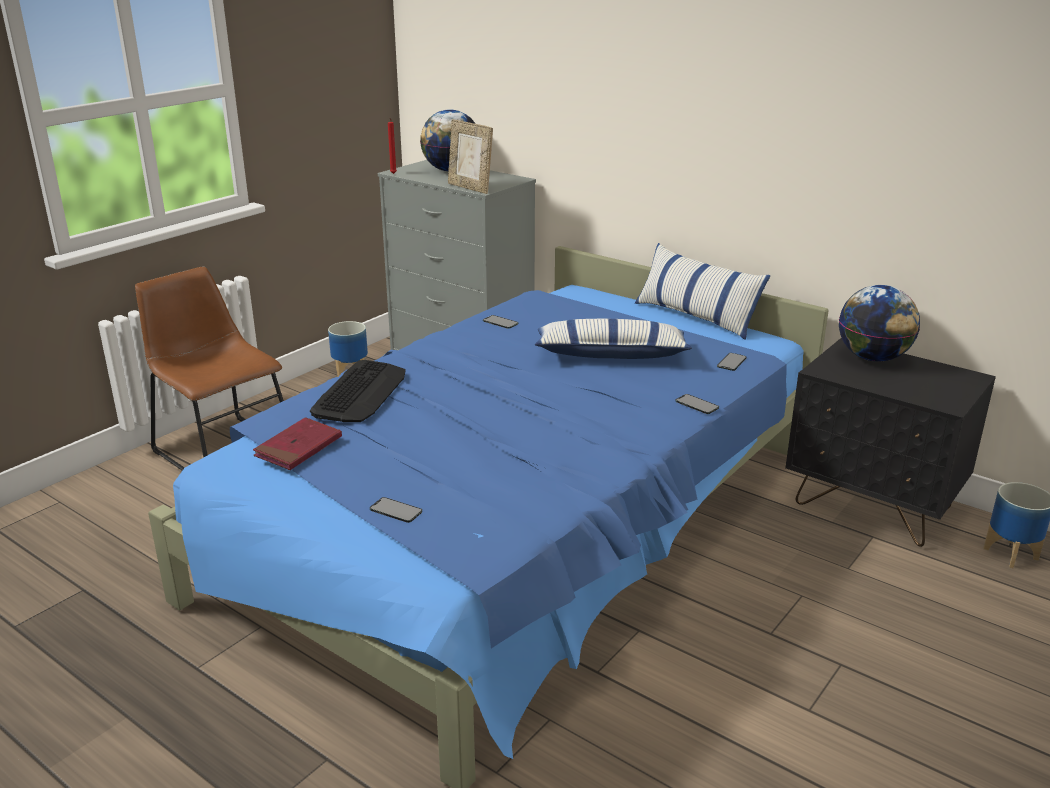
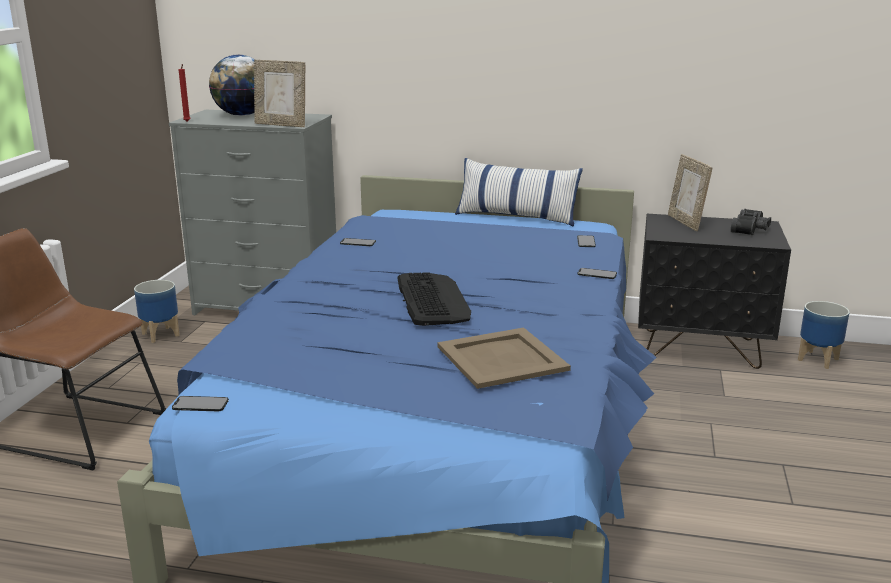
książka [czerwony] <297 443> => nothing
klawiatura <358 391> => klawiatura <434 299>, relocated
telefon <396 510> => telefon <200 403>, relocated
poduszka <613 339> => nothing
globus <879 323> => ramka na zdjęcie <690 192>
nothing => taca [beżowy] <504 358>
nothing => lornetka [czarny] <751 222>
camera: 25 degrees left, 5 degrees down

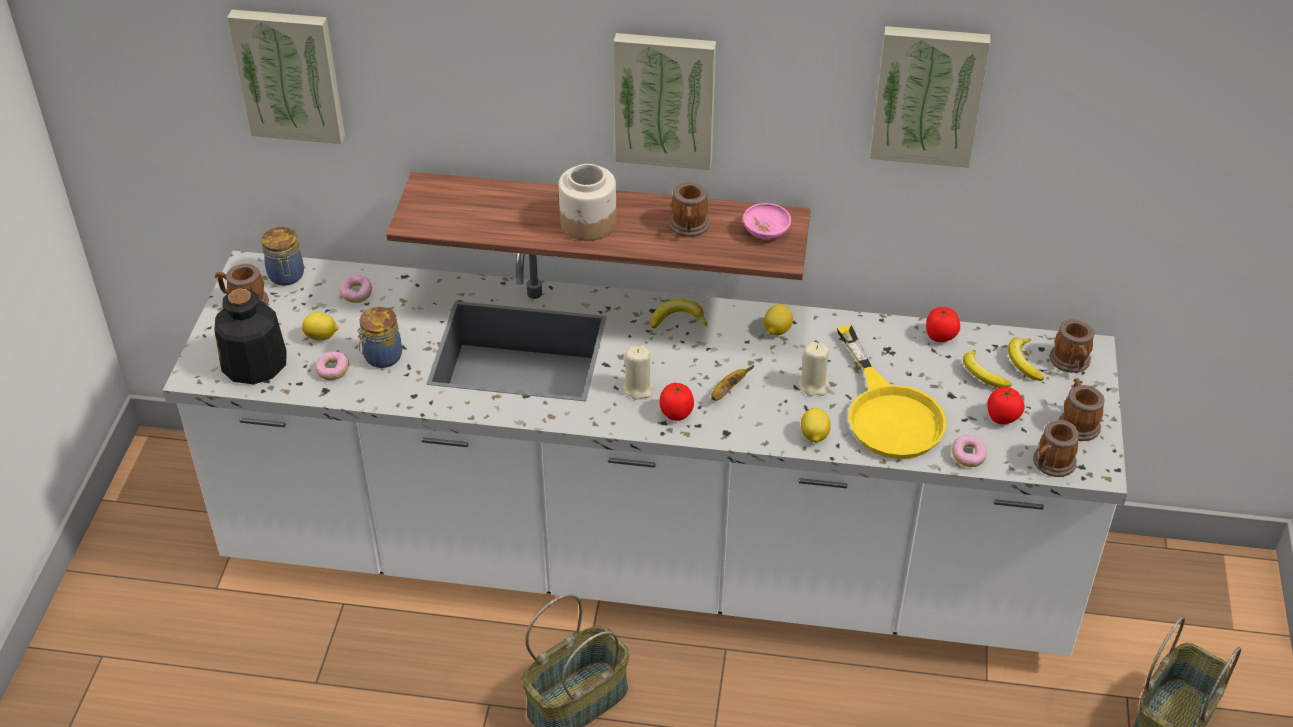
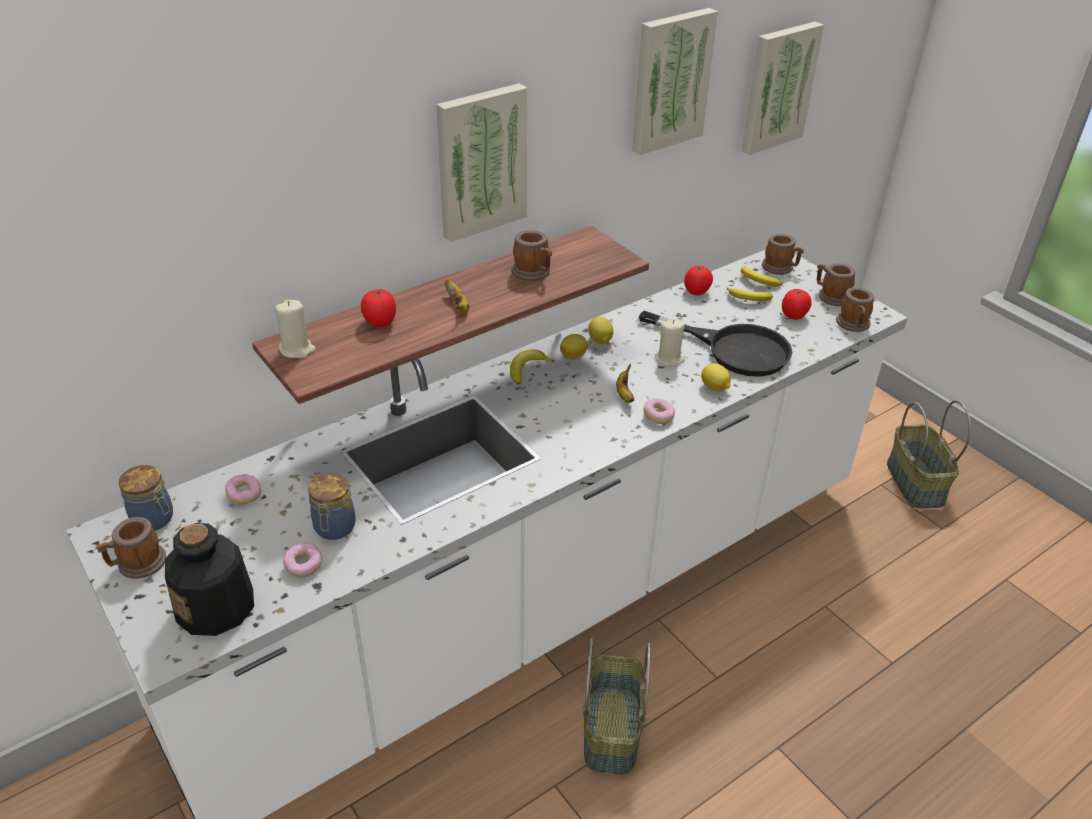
obraz <286 77> => obraz <782 88>, relocated
cytryna <320 326> => cytryna <574 347>, relocated
słoik <587 202> => banan <457 296>
świeca [beżowy] <638 372> => świeca [beżowy] <295 329>, relocated
pomidor <677 402> => pomidor <378 307>, relocated
miska [różowy] <767 221> => nothing
patelnia [żółty] <891 392> => patelnia [czarny] <715 344>
donut <969 451> => donut <659 411>, relocated
camera: 45 degrees left, 5 degrees down

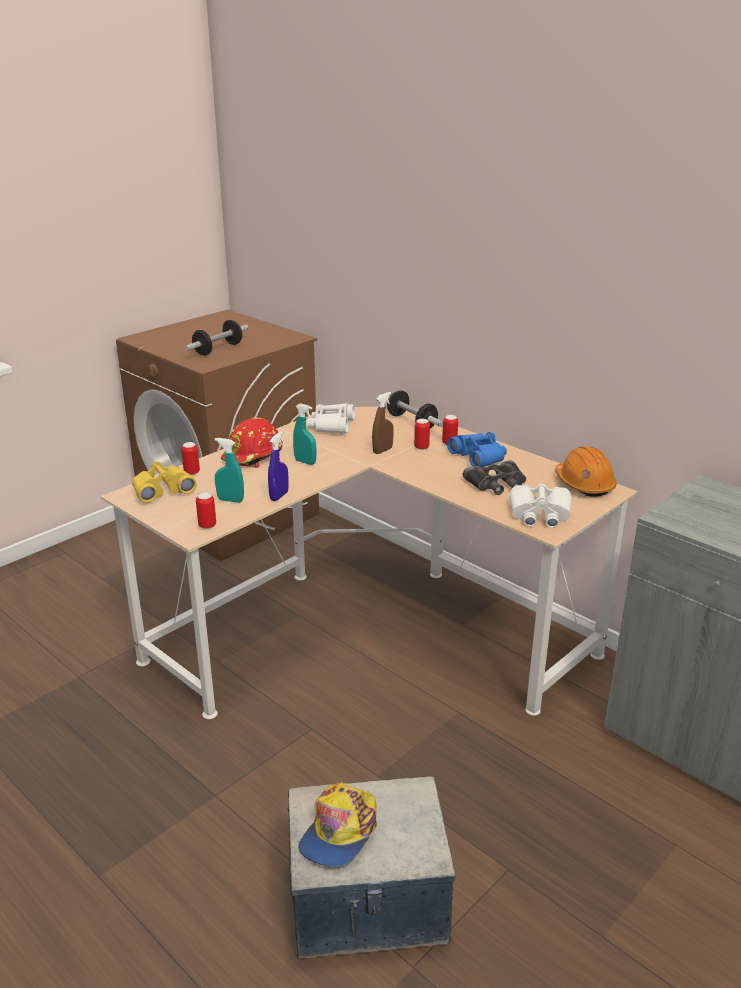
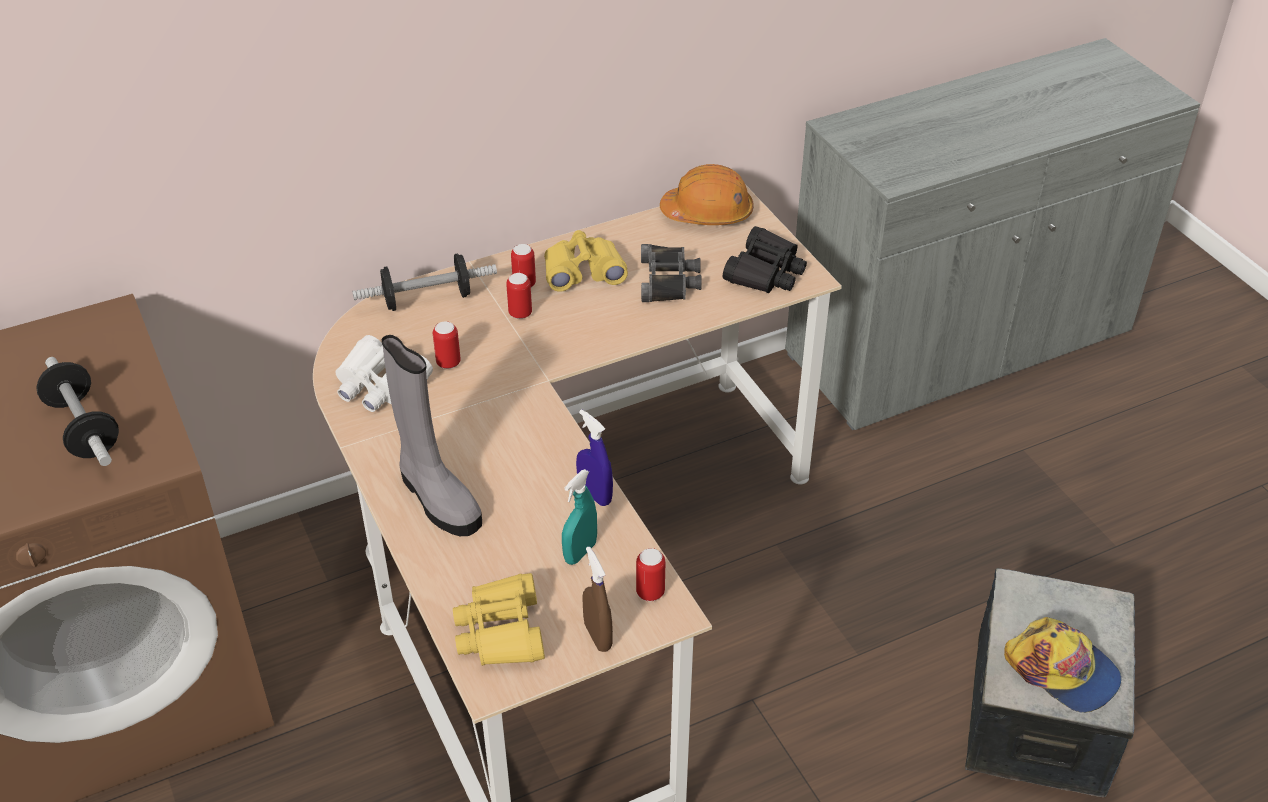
puszka <190 458> => puszka <447 345>, relocated
kask [czerwony] <252 442> => but z cholewką [szary] <432 435>
spryskiwacz [turkusowy] <305 434> => nothing
spryskiwacz [brązowy] <383 423> => spryskiwacz [brązowy] <597 599>, relocated
lornetka [niebieski] <477 449> => lornetka [żółty] <586 261>
lornetka [biały] <540 506> => lornetka [czarny] <765 259>
camera: 70 degrees left, 15 degrees up

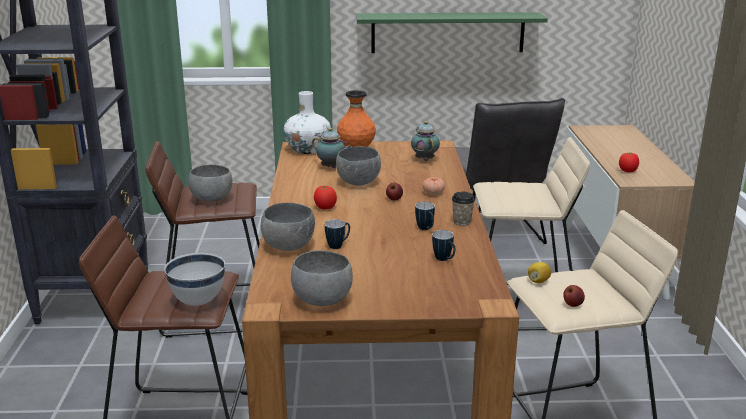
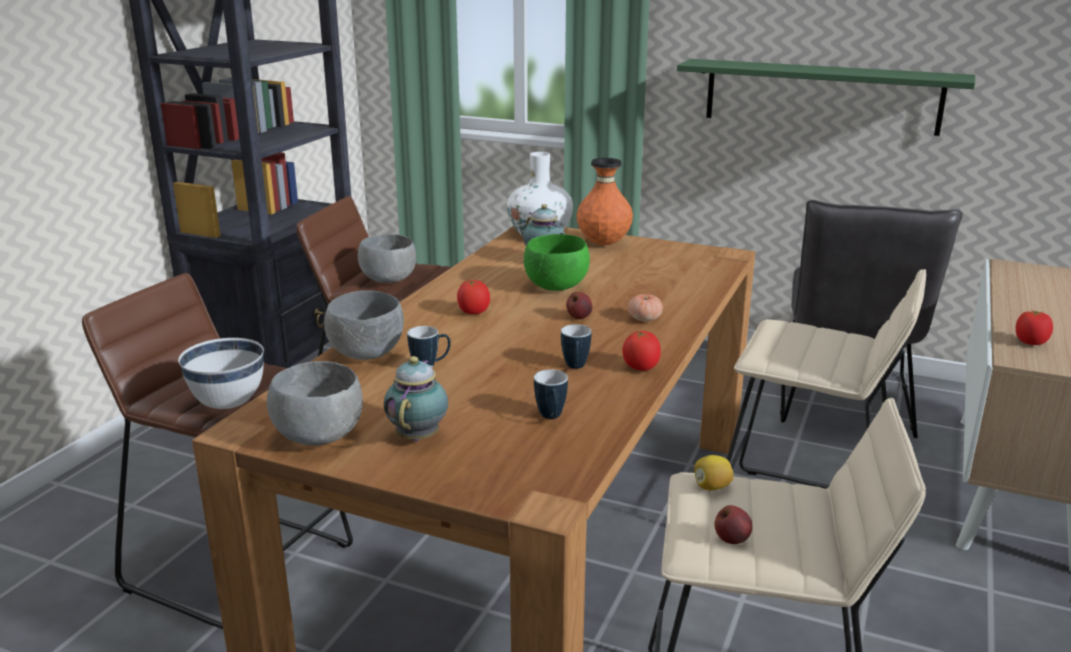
miska [szary] <358 166> => miska [zielony] <557 262>
imbryk <425 141> => imbryk <416 399>, relocated
filiżanka <463 209> => pomidor <641 350>
camera: 25 degrees right, 0 degrees up

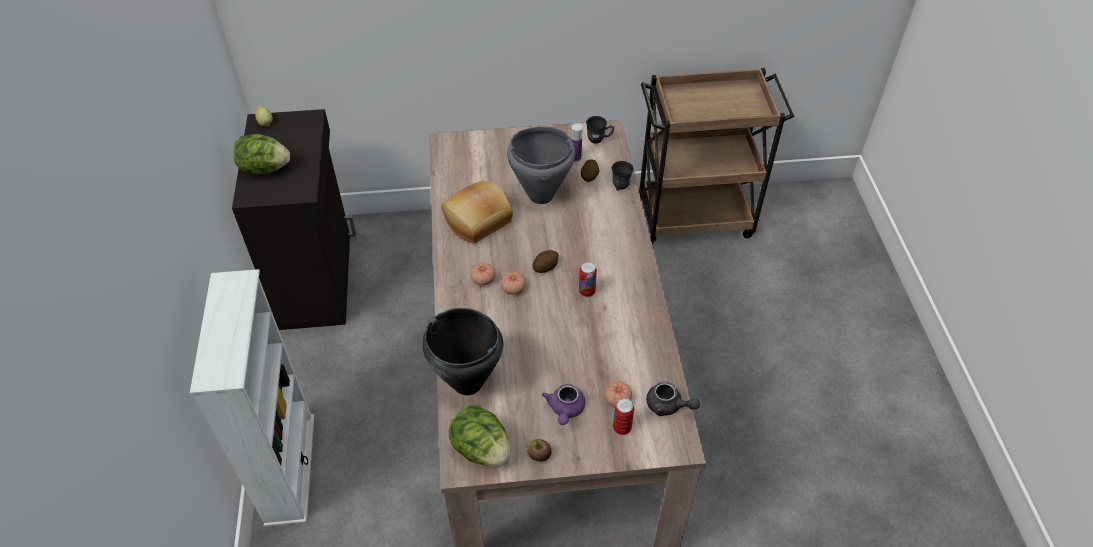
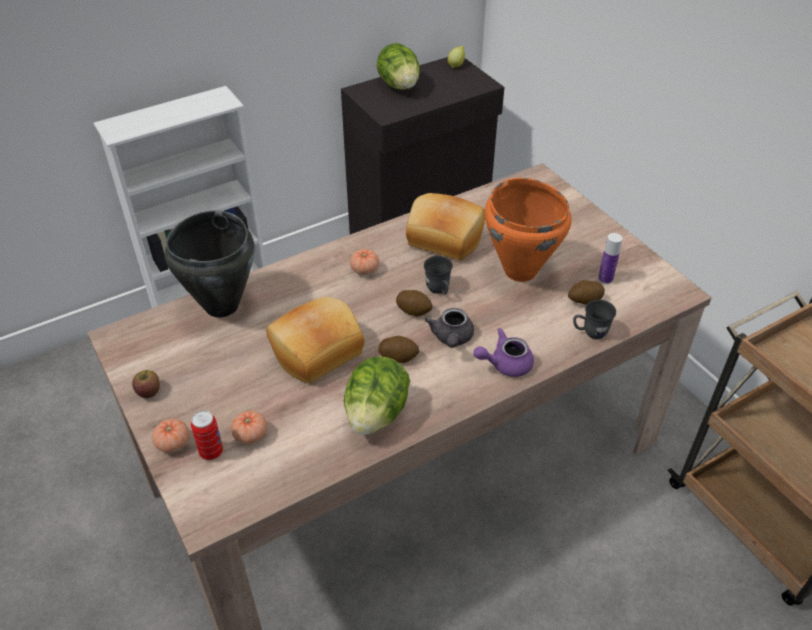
sałata <480 436> => sałata <377 395>, relocated
pomidor <513 283> => pomidor <171 436>, relocated
garnek [szary] <541 165> => garnek [pomarańczowy] <528 230>
imbryk [fioletowy] <563 404> => imbryk [fioletowy] <503 352>, relocated
puszka <588 279> => ziemniak <398 349>
kubek [szary] <600 130> => kubek [szary] <438 275>, relocated
imbryk [szary] <673 399> => imbryk [szary] <449 328>, relocated
nothing => chleb <315 340>
camera: 65 degrees right, 5 degrees down

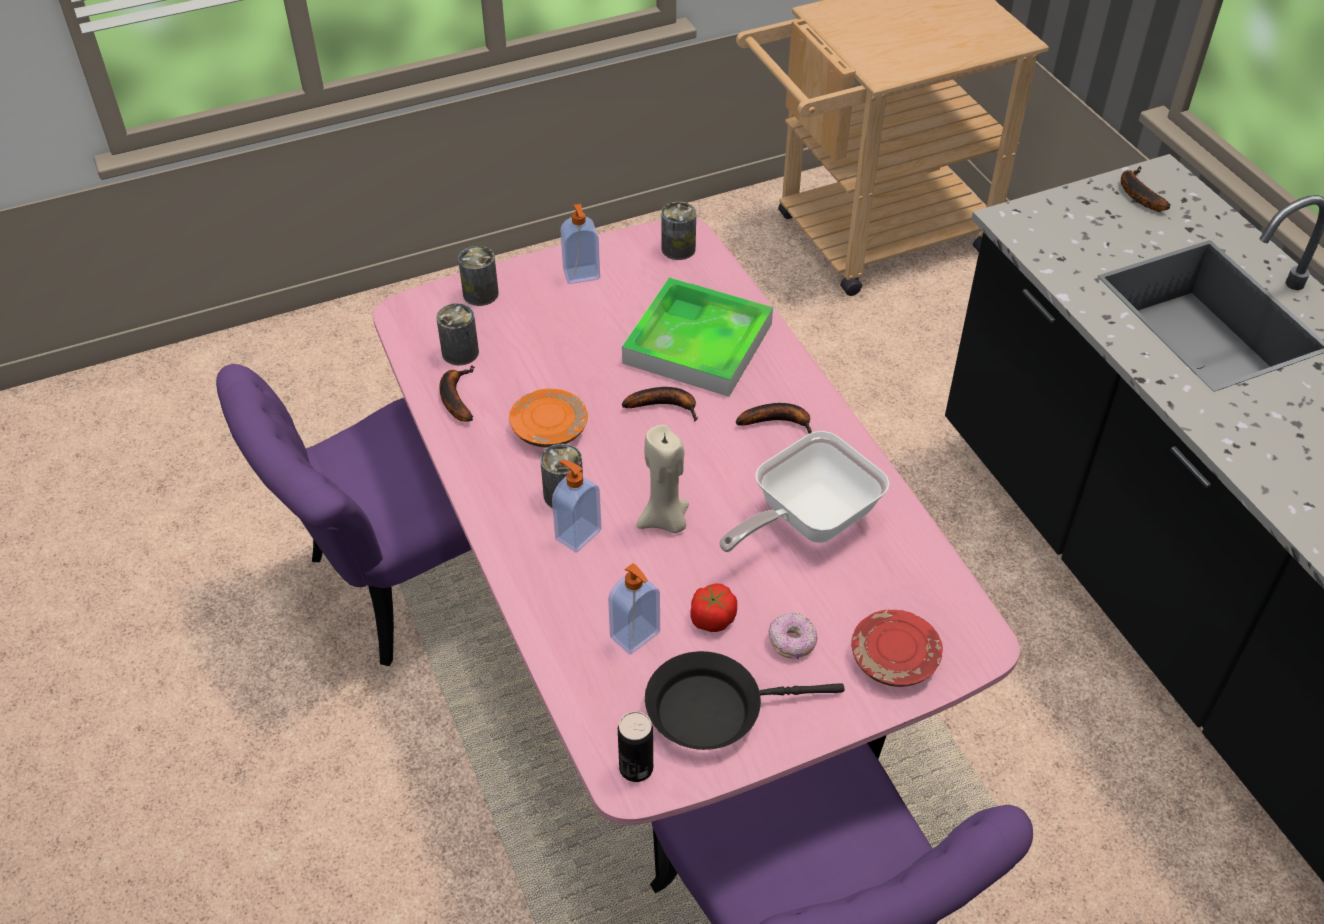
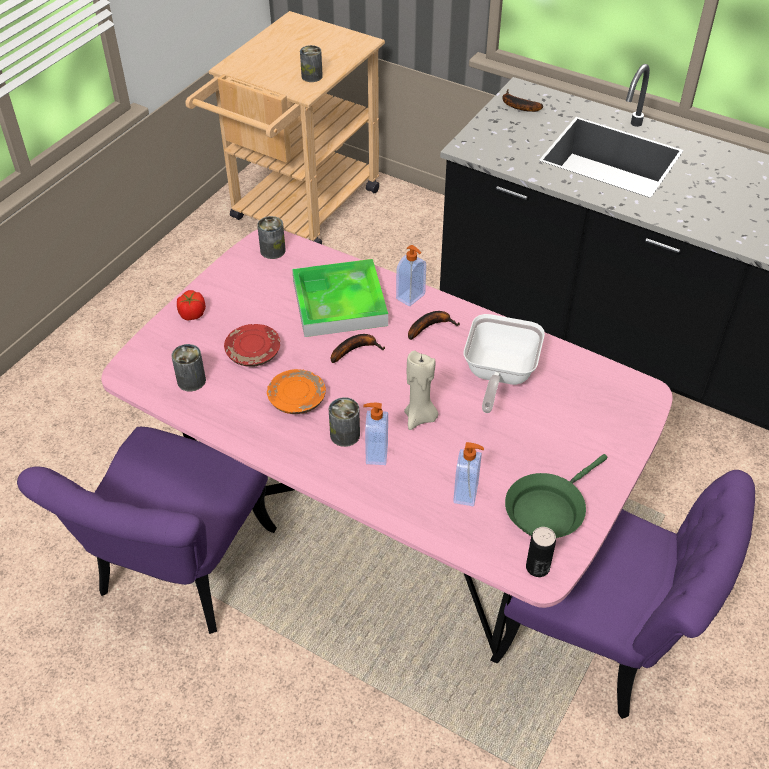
banan <456 393> => nothing
puszka <478 276> => puszka <311 63>, relocated
dozownik mydła <580 244> => dozownik mydła <411 275>, relocated
patelnia [czarny] <744 700> => patelnia [zielony] <556 496>
pomidor <713 607> => pomidor <191 305>, relocated
donut <793 636> => nothing
talerz [czerwony] <897 648> => talerz [czerwony] <252 345>, relocated
camera: 35 degrees left, 0 degrees up

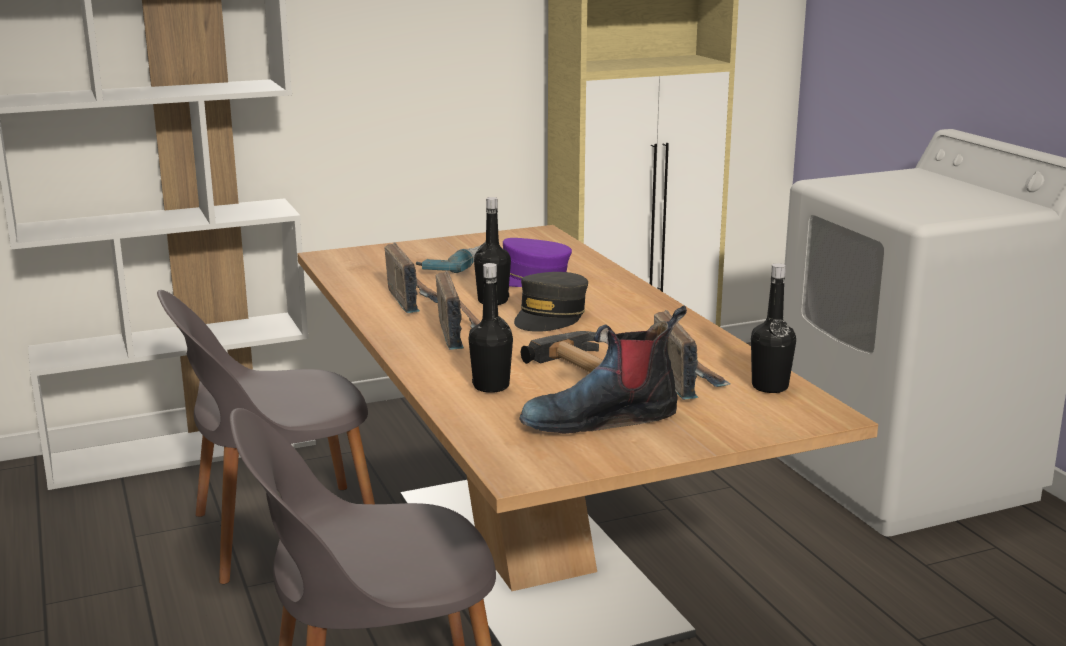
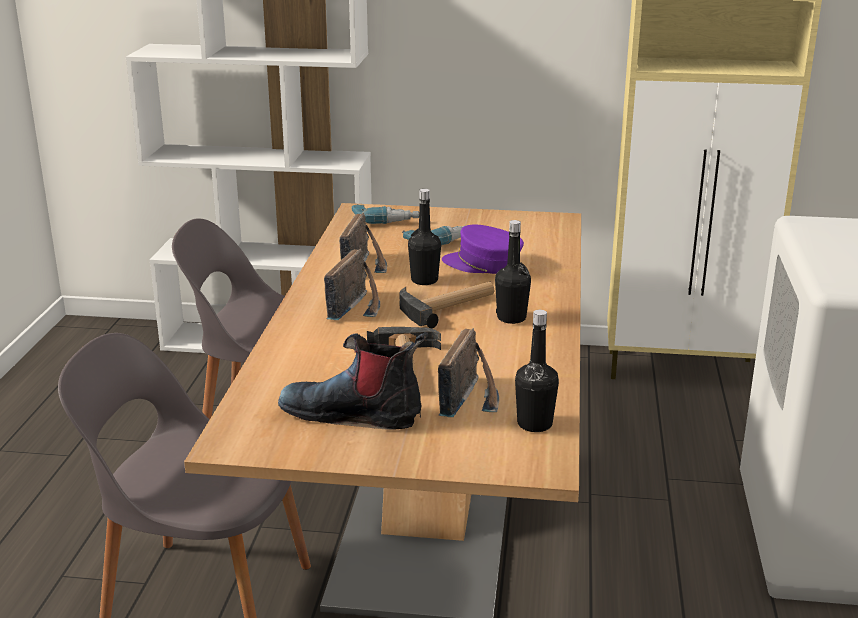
butelka [czarny] <490 328> => butelka [czarny] <513 272>, relocated
czapka z daszkiem [szary] <551 302> => młotek <446 305>
nothing => wiertarka <385 214>
camera: 30 degrees right, 5 degrees up

